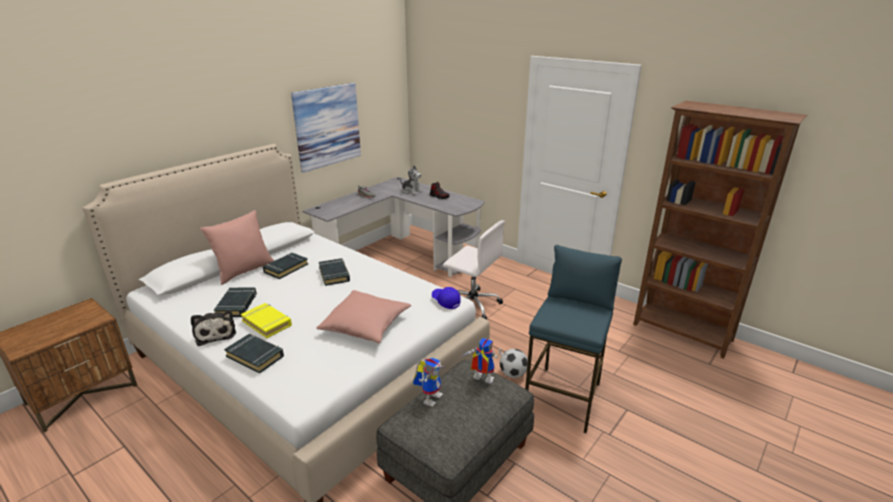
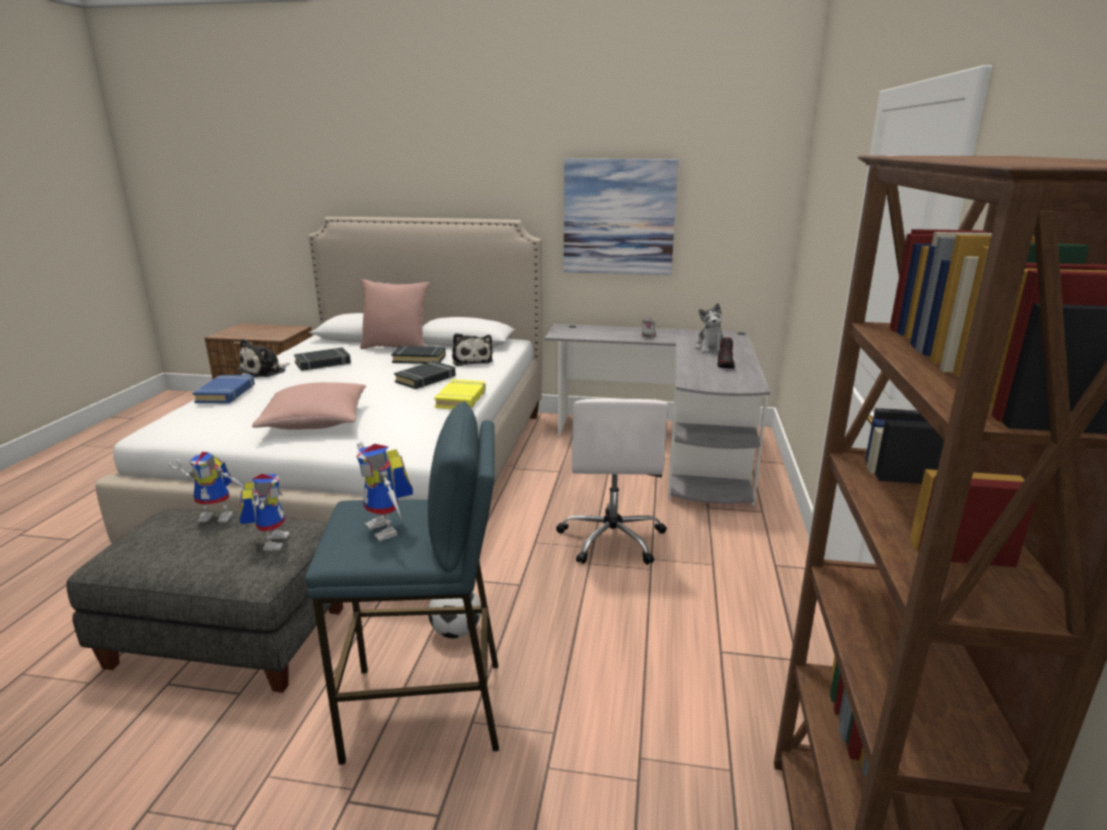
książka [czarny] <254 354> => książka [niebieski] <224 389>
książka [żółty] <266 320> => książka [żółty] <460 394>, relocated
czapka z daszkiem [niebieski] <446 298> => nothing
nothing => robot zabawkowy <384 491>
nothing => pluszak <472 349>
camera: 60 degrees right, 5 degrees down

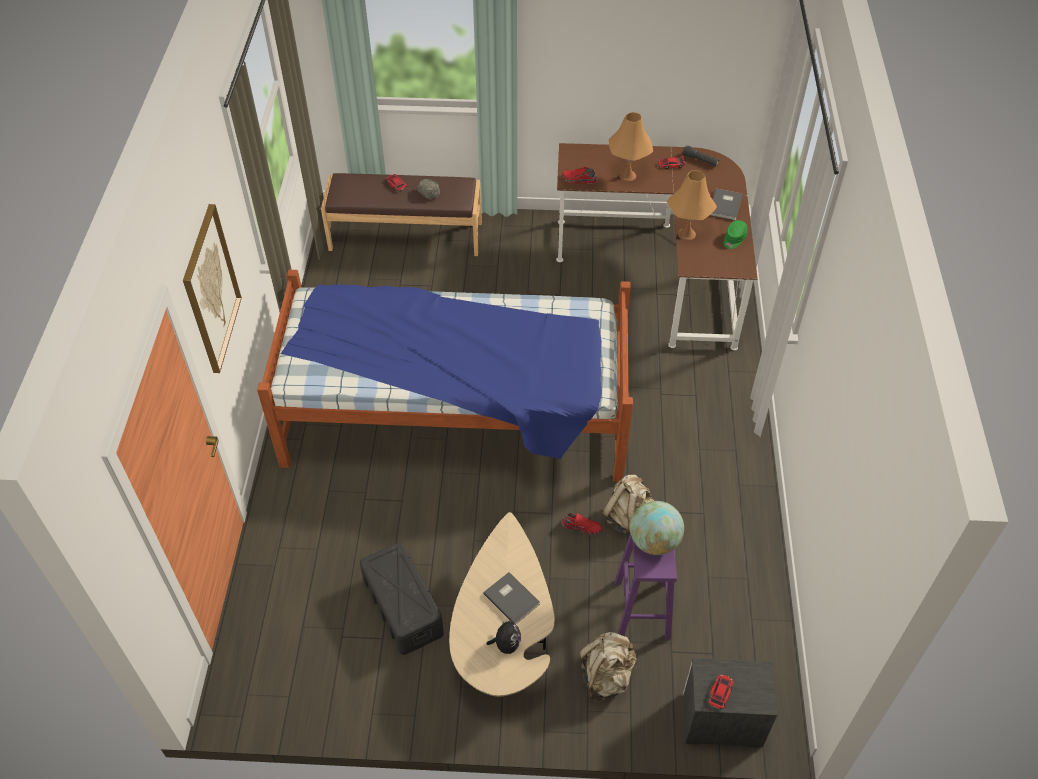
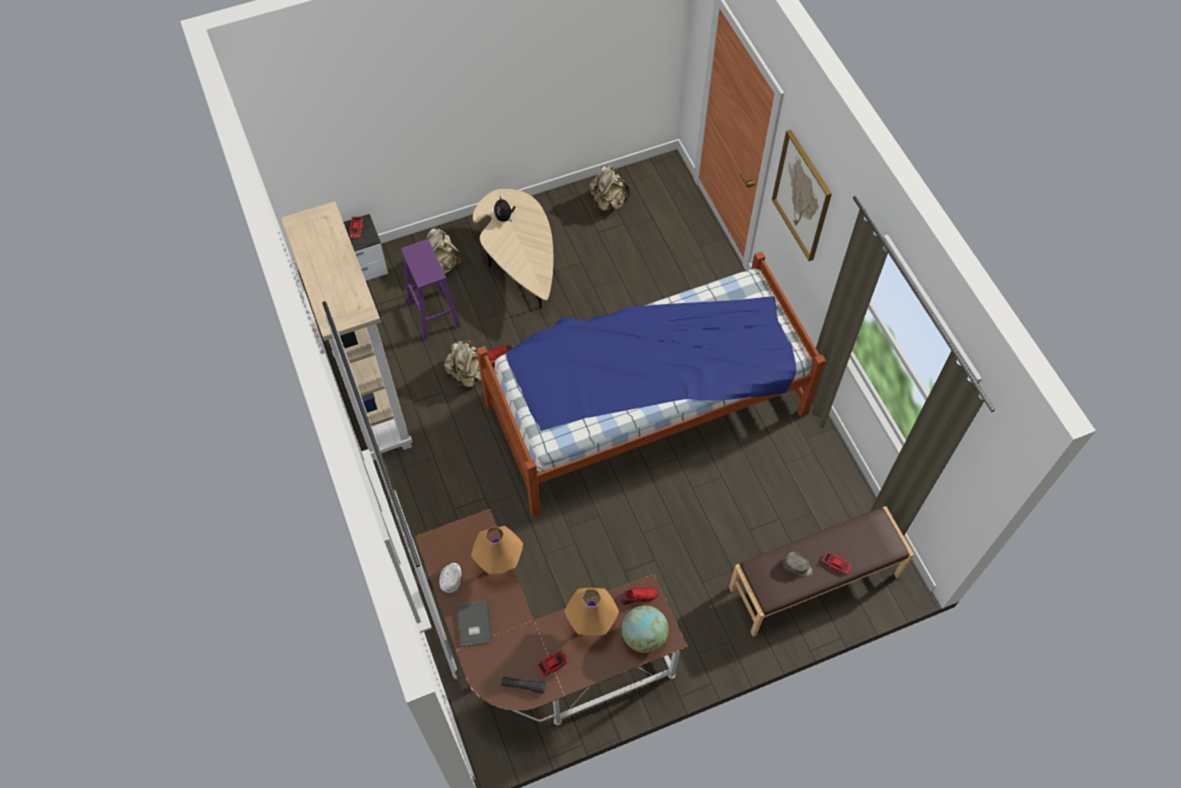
pojemnik do przechowywania [czarny] <402 599> => nothing
książka [szary] <511 598> => nothing
globus <657 528> => globus <645 629>, relocated
czapka z daszkiem [zielony] <736 234> => czapka z daszkiem [biały] <450 578>
nothing => regał [beżowy] <347 331>
nothing => plecak [beżowy] <610 189>
camera: 155 degrees right, 10 degrees up

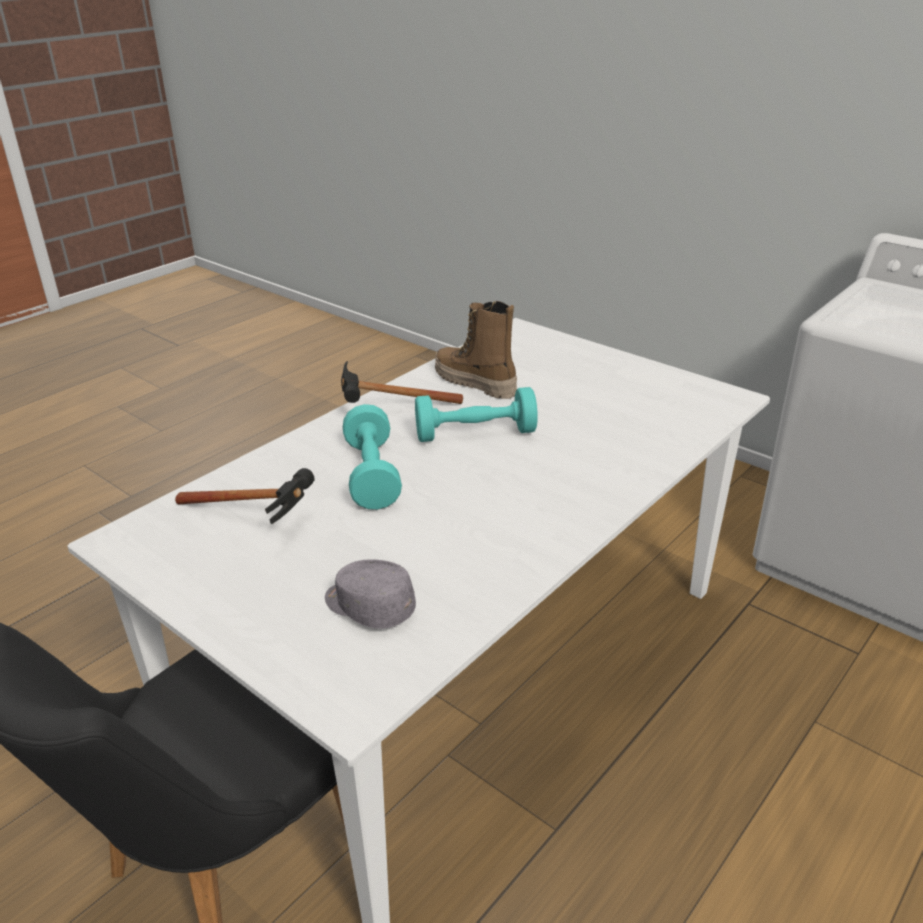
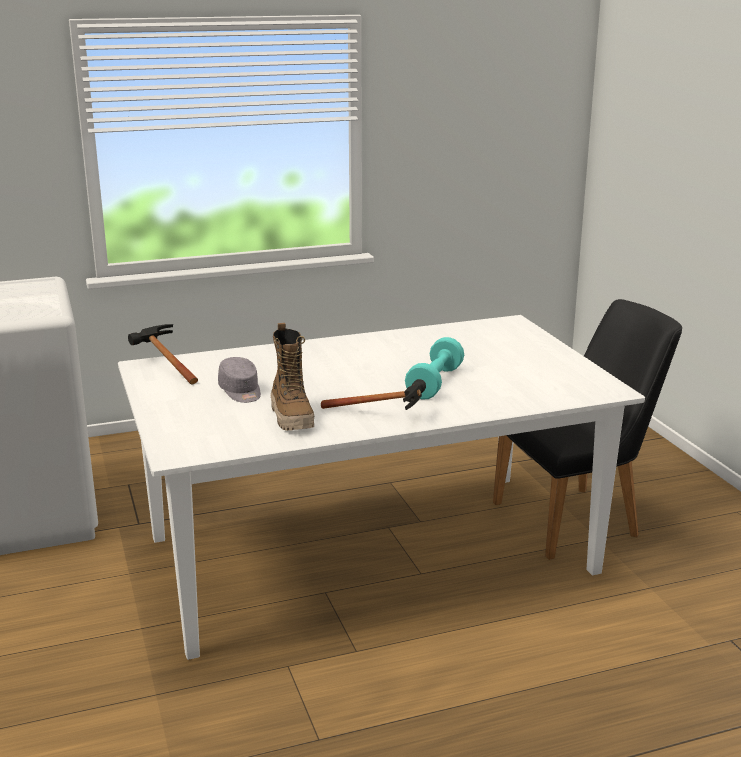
młotek <245 496> => młotek <163 354>, relocated
czapka z daszkiem [szary] <370 594> => czapka z daszkiem [szary] <239 380>, relocated
hantel [turkusowy] <476 414> => nothing
camera: 150 degrees left, 10 degrees down

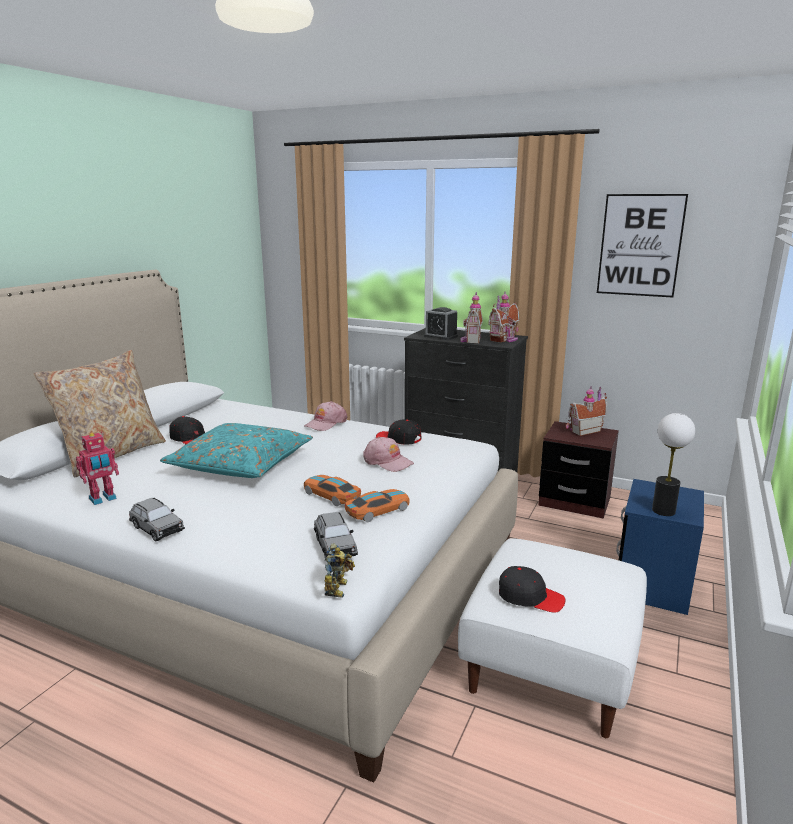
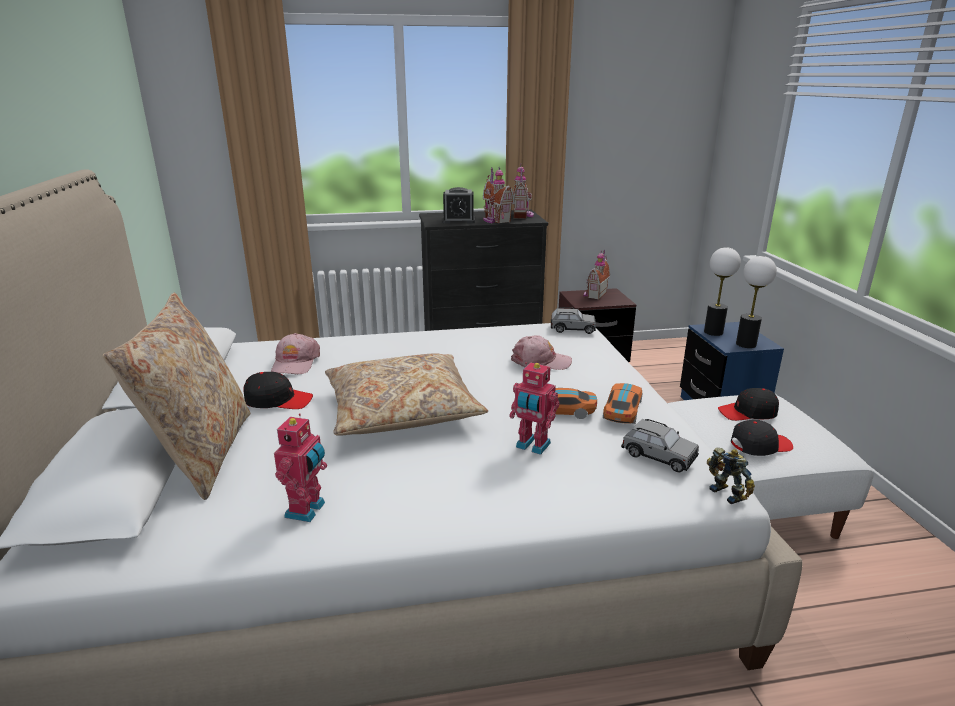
samochodzik [szary] <157 519> => samochodzik [szary] <573 320>, relocated
poduszka [turkusowy] <236 450> => poduszka [beżowy] <406 394>
czapka z daszkiem [różowy] <326 416> => czapka z daszkiem [różowy] <295 353>, relocated
czapka z daszkiem [czarny] <399 431> => czapka z daszkiem [czarny] <748 404>, relocated
obraz <642 246> => nothing
nothing => robot zabawkowy <534 408>
nothing => lampa stołowa <722 291>
camera: 35 degrees left, 5 degrees up

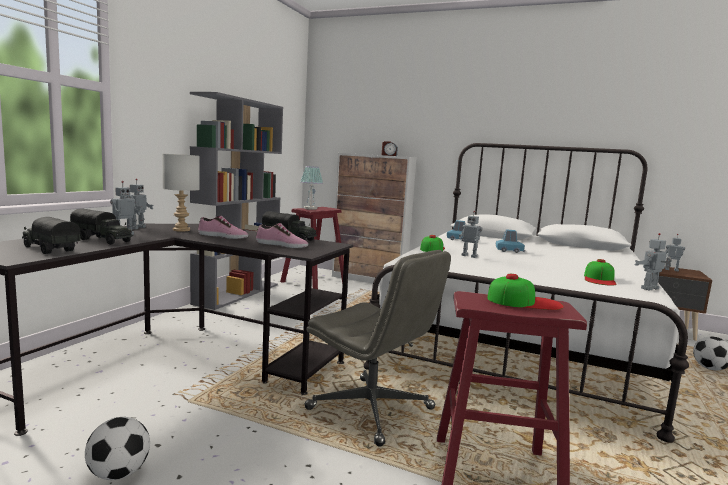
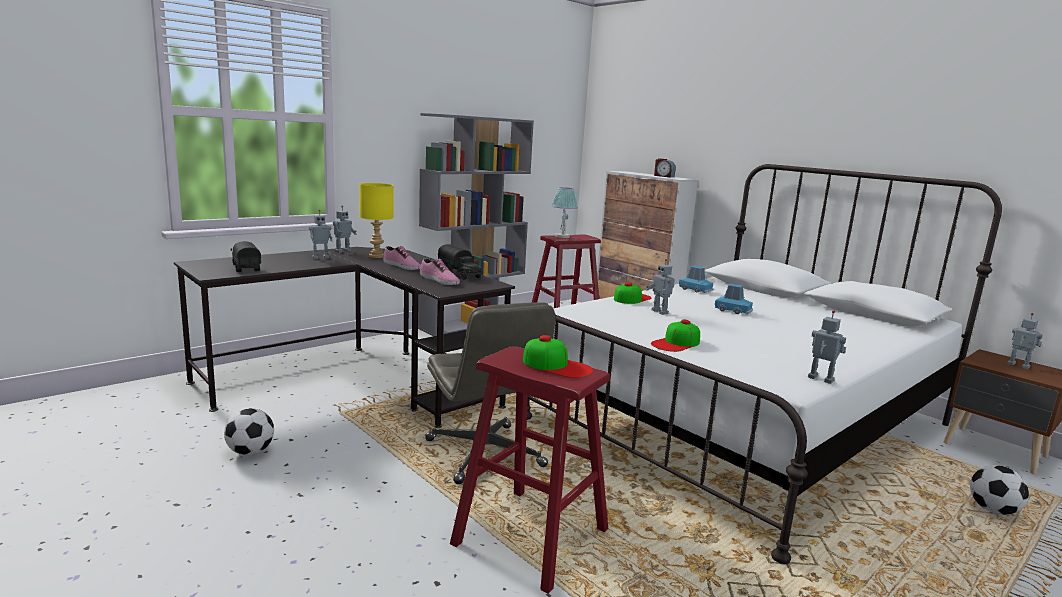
ciężarówka zabawkowa <101 227> => nothing
lampa stołowa [szary] <181 193> => lampa stołowa [żółty] <376 220>
czapka z daszkiem <600 272> => czapka z daszkiem <675 336>, relocated
robot zabawkowy <653 262> => robot zabawkowy <827 347>, 45 degrees clockwise
camera: 25 degrees right, 5 degrees up

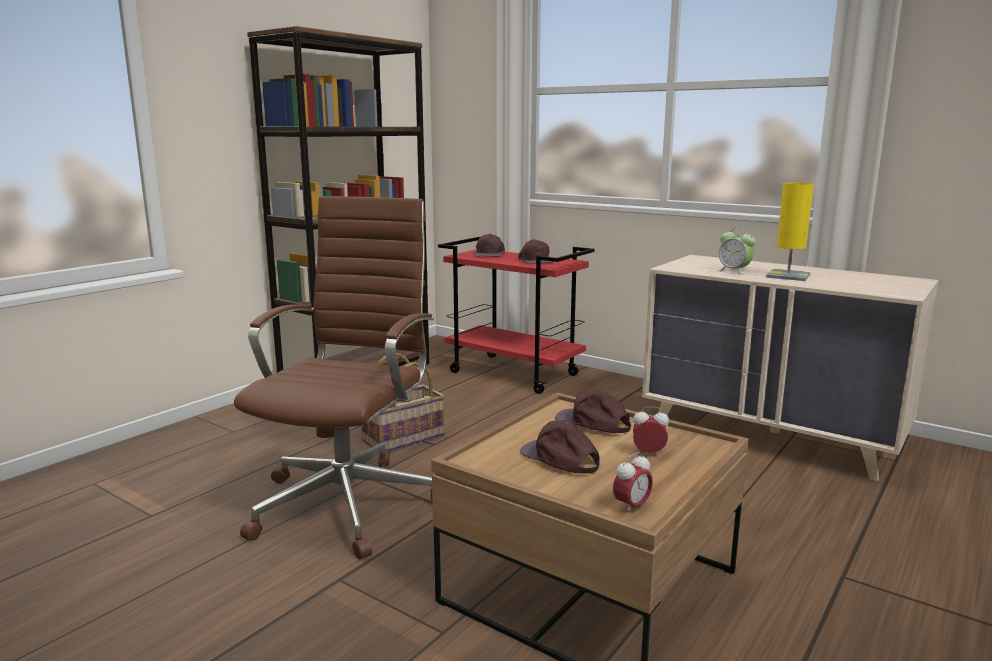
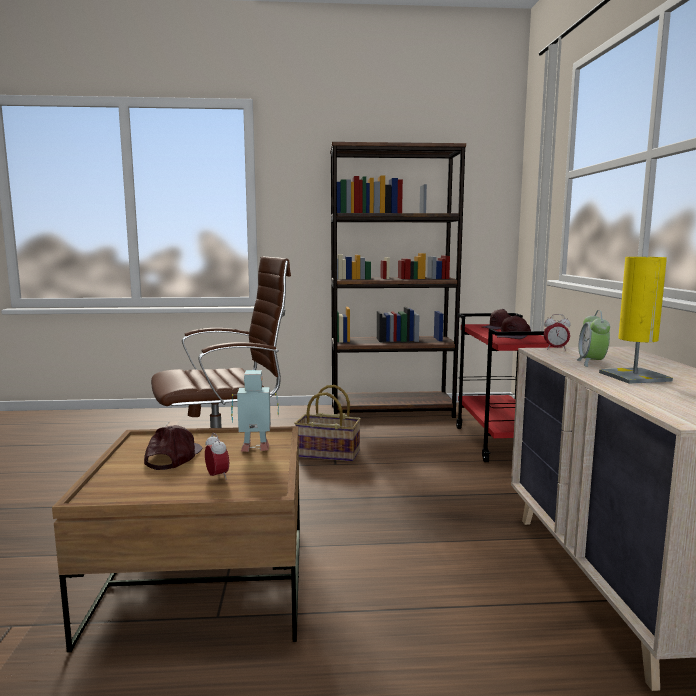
czapka z daszkiem [brązowy] <593 411> => robot zabawkowy <255 411>
budzik <633 483> => budzik <557 332>, relocated
camera: 50 degrees right, 5 degrees down

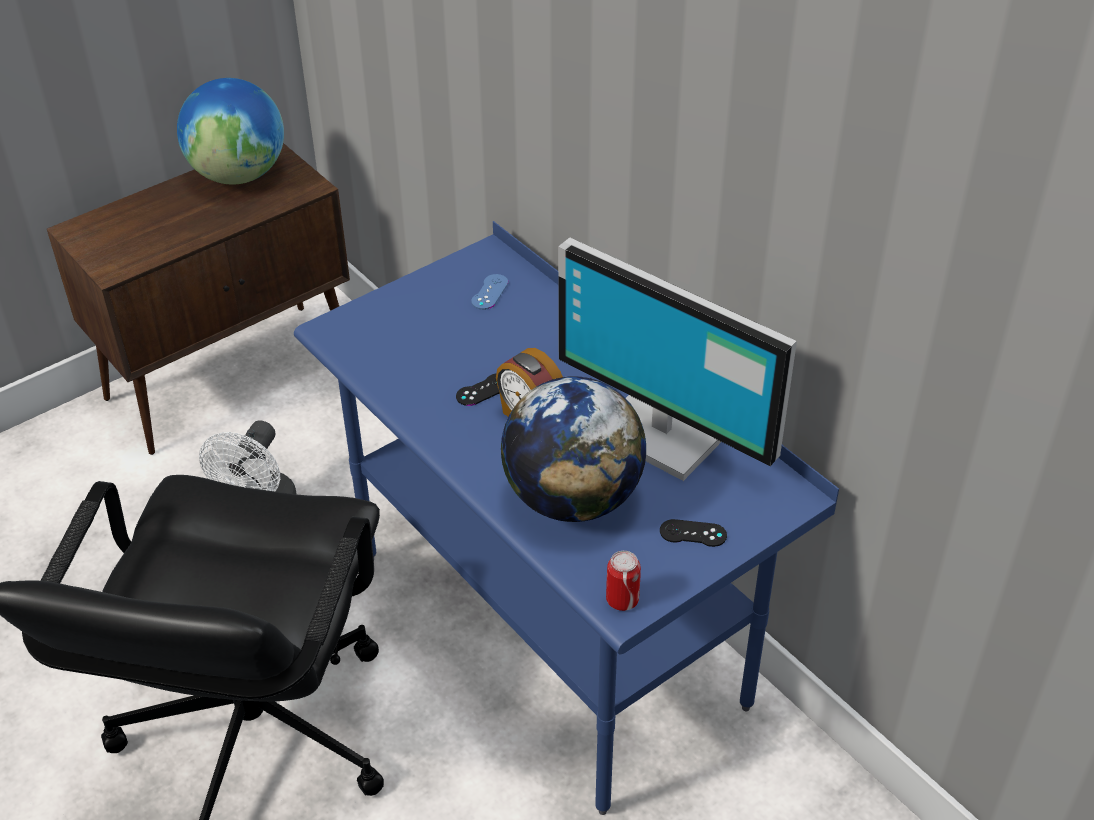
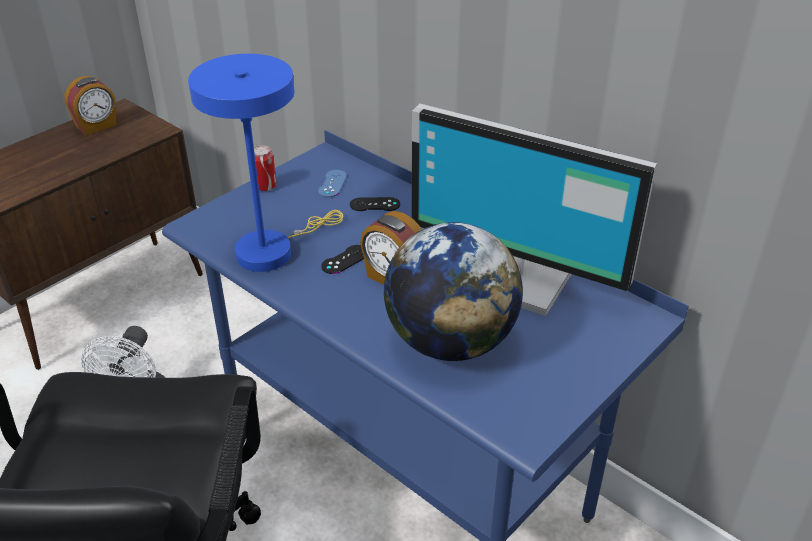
globus <230 131> => budzik <90 105>
puszka <623 581> => puszka <265 168>, relocated
pad do gier [czarny] <693 533> => pad do gier [czarny] <375 204>, relocated
nothing => lampa stołowa [niebieski] <265 163>
camera: 10 degrees left, 5 degrees down

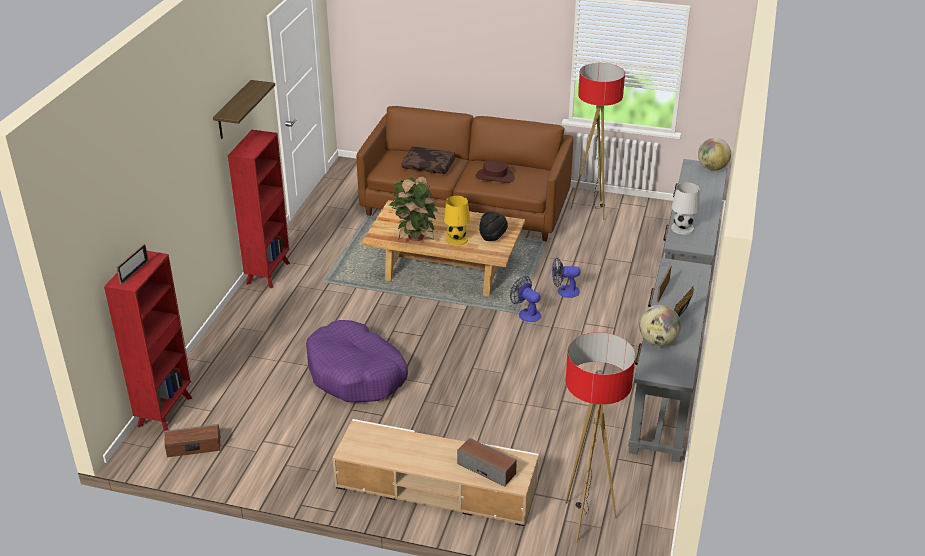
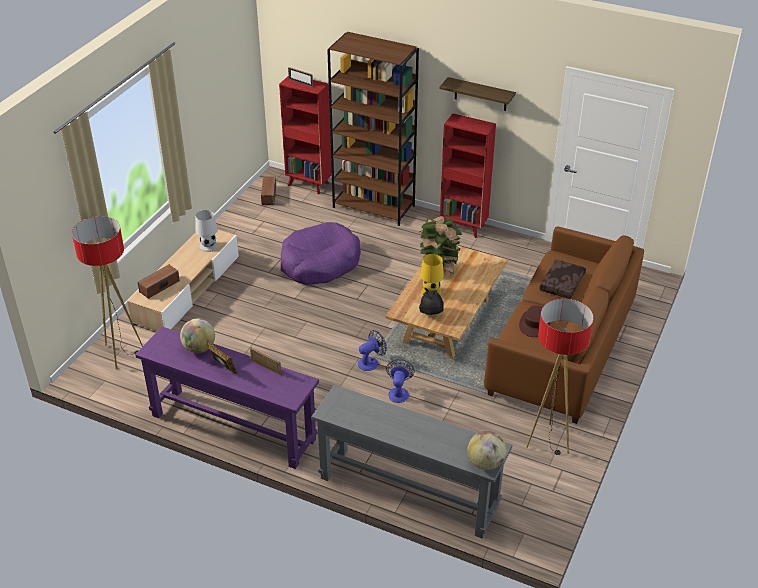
stolik konsolowy [szary] <670 360> => stolik konsolowy [fioletowy] <227 398>
lampa stołowa [biały] <685 208> => lampa stołowa [biały] <207 231>, relocated
nothing => regał [brązowy] <373 129>
camera: 100 degrees right, 5 degrees up

